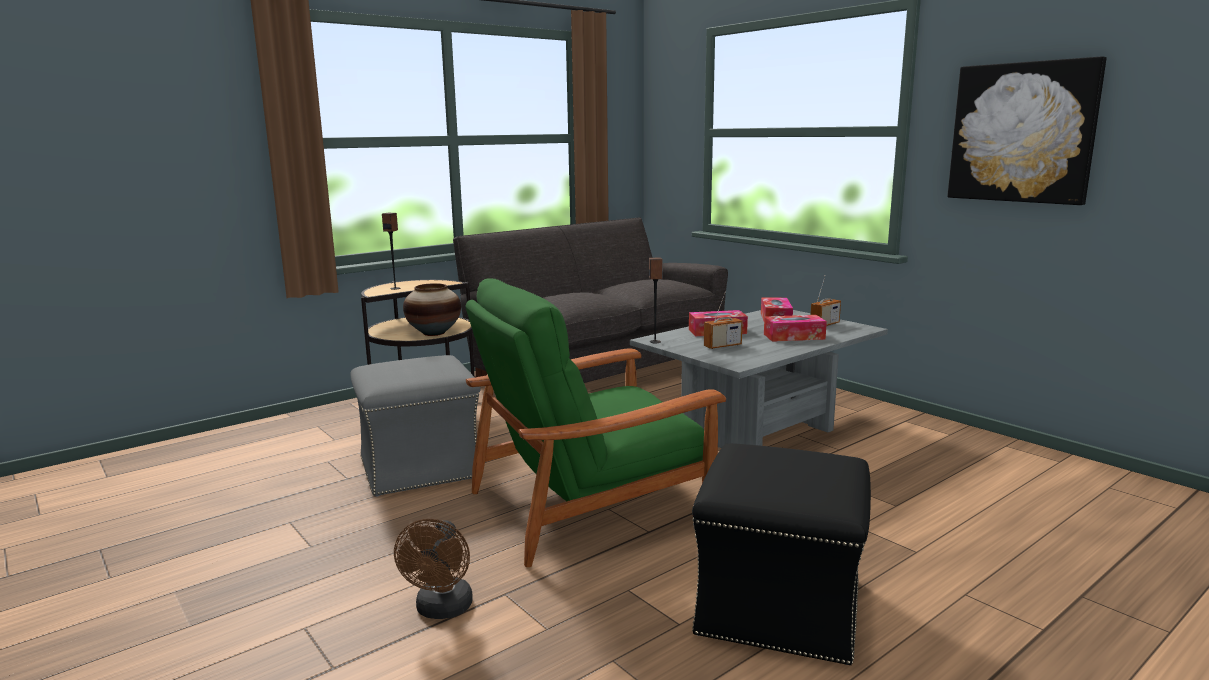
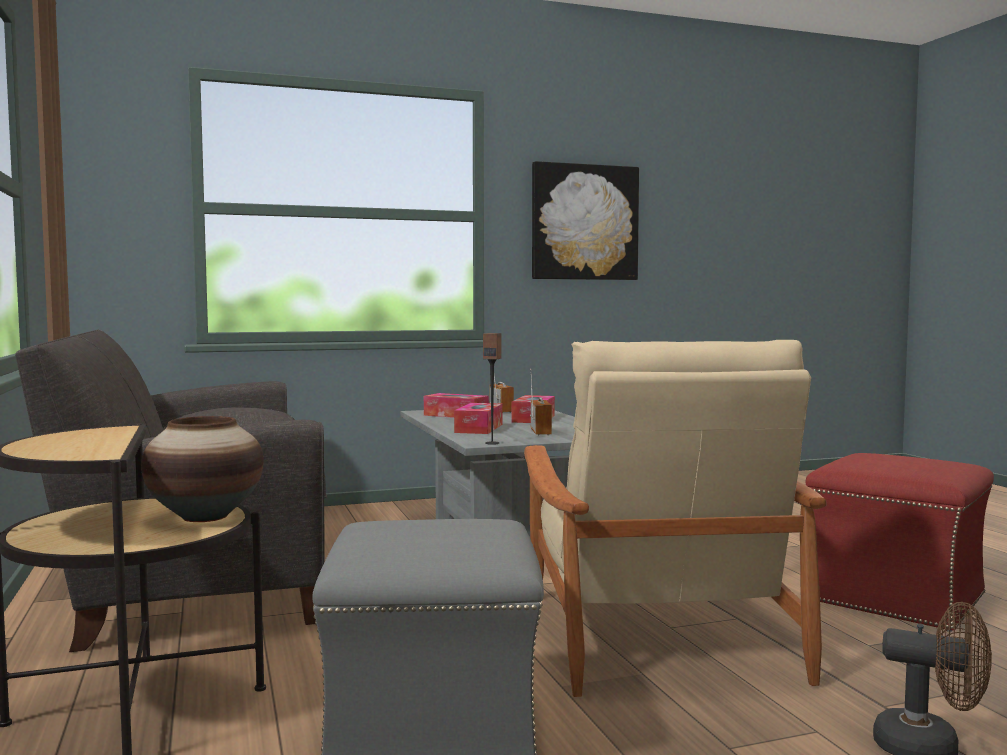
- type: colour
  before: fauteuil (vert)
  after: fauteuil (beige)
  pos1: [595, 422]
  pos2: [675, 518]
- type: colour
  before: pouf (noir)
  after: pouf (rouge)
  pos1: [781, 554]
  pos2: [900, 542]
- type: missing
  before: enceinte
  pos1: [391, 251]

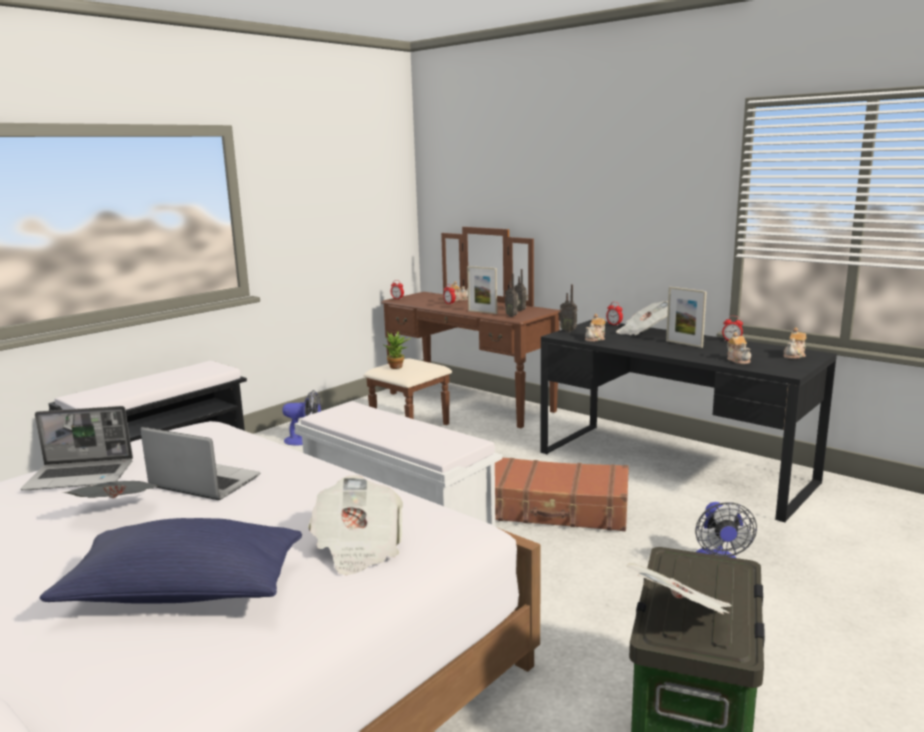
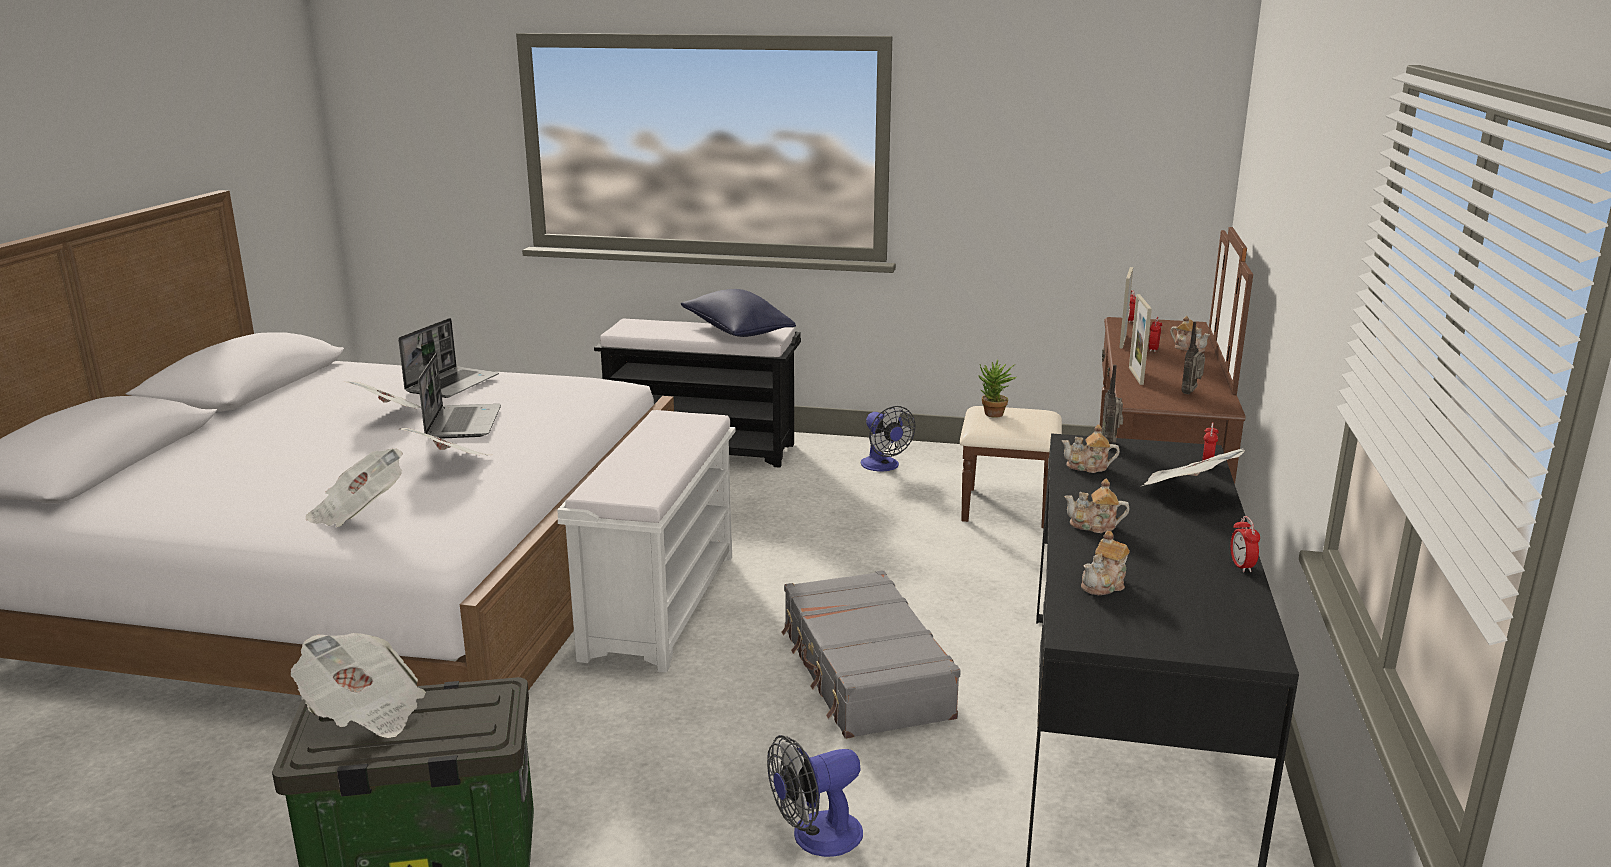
- type: spun
  before: ordinateur portable
  pos1: [77, 448]
  pos2: [448, 358]
  turn: -120
- type: appeared
  after: journal
  pos2: [446, 442]
- type: relocated
  before: coussin (bleu)
  pos1: [171, 560]
  pos2: [738, 313]
- type: colour
  before: valise (marron)
  after: valise (gris)
  pos1: [562, 494]
  pos2: [871, 654]
- type: relocated
  before: théière
  pos1: [794, 343]
  pos2: [1097, 506]
- type: relocated
  before: cadre photo
  pos1: [686, 317]
  pos2: [1126, 308]
- type: missing
  before: radio
  pos1: [511, 295]

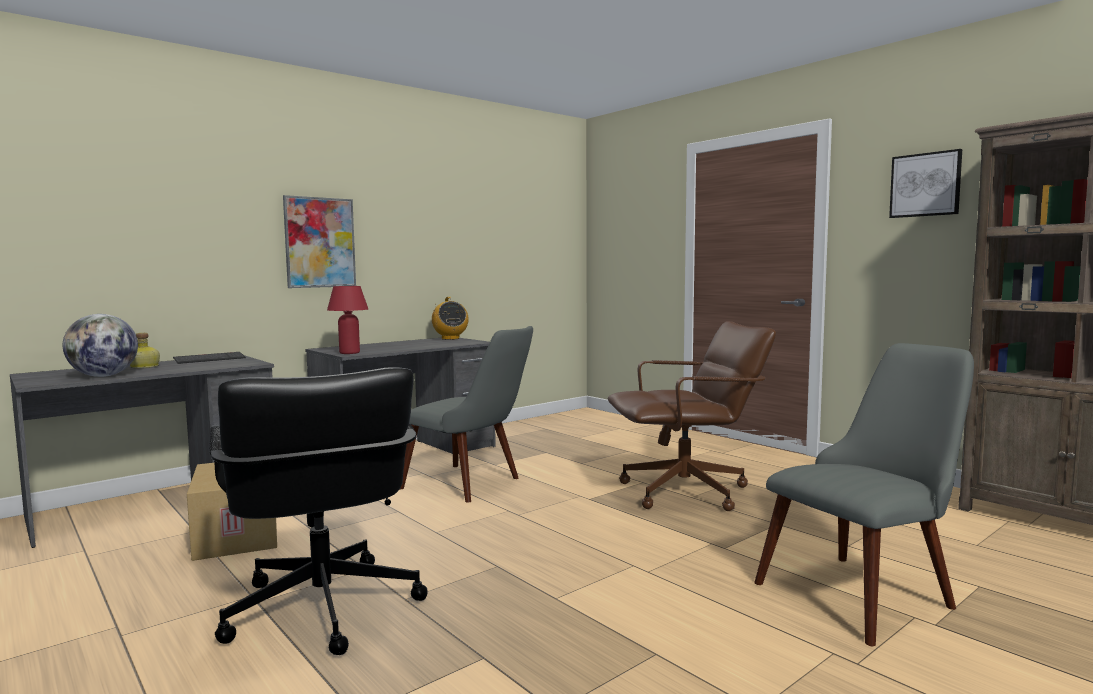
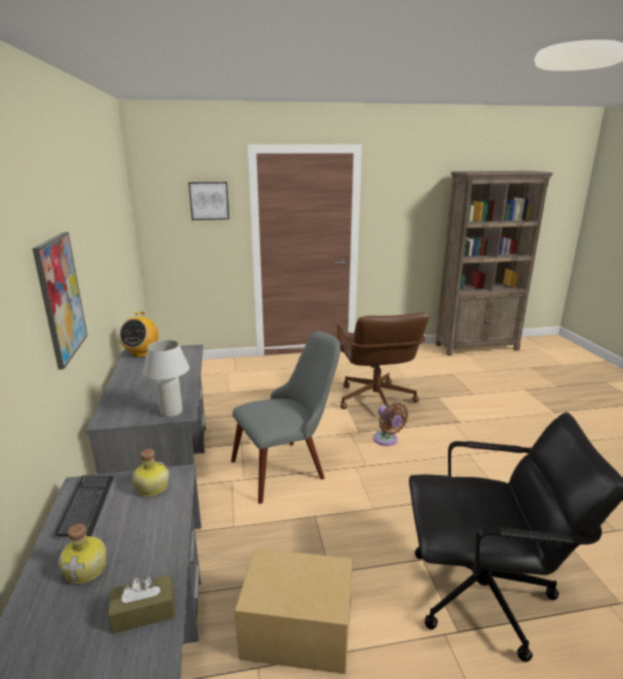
- type: exchanged
  before: globe
  after: boîte à mouchoirs (marron)
  pos1: [100, 345]
  pos2: [141, 604]
- type: spun
  before: radio
  pos1: [450, 318]
  pos2: [139, 334]
  turn: 90
- type: appeared
  after: bouteille
  pos2: [150, 473]
- type: colour
  before: lampe de table (rouge)
  after: lampe de table (blanc)
  pos1: [347, 320]
  pos2: [166, 378]
- type: relocated
  before: tableau
  pos1: [925, 183]
  pos2: [209, 201]
- type: spun
  before: chaise de bureau (marron)
  pos1: [692, 416]
  pos2: [383, 361]
  turn: 150
- type: appeared
  after: ventilateur (marron)
  pos2: [390, 424]
- type: missing
  before: chaise (gris)
  pos1: [864, 494]

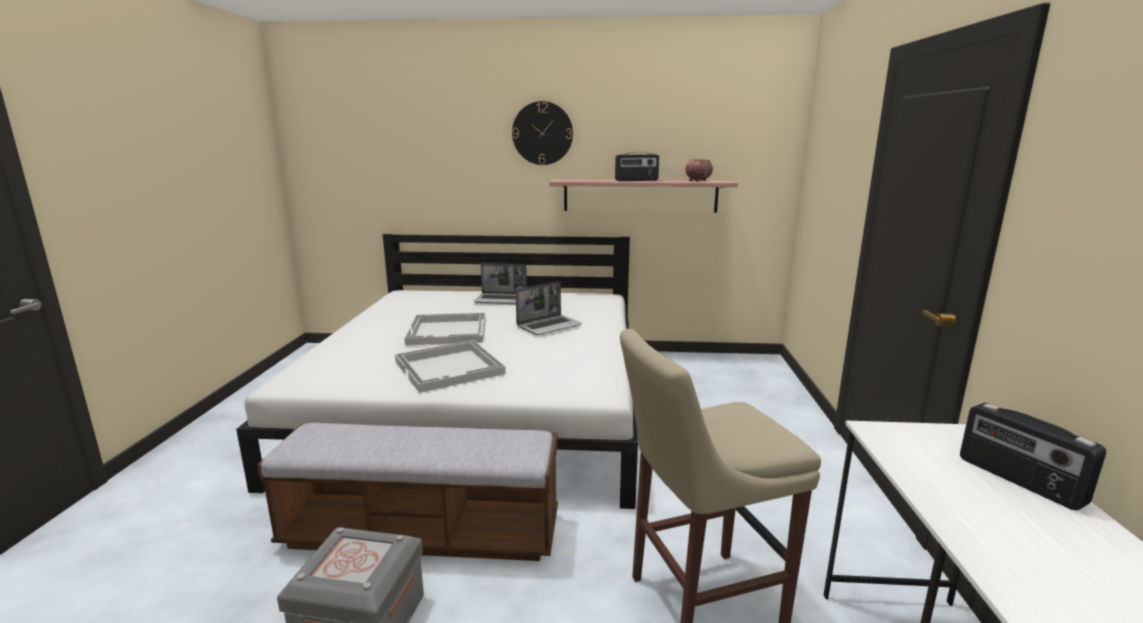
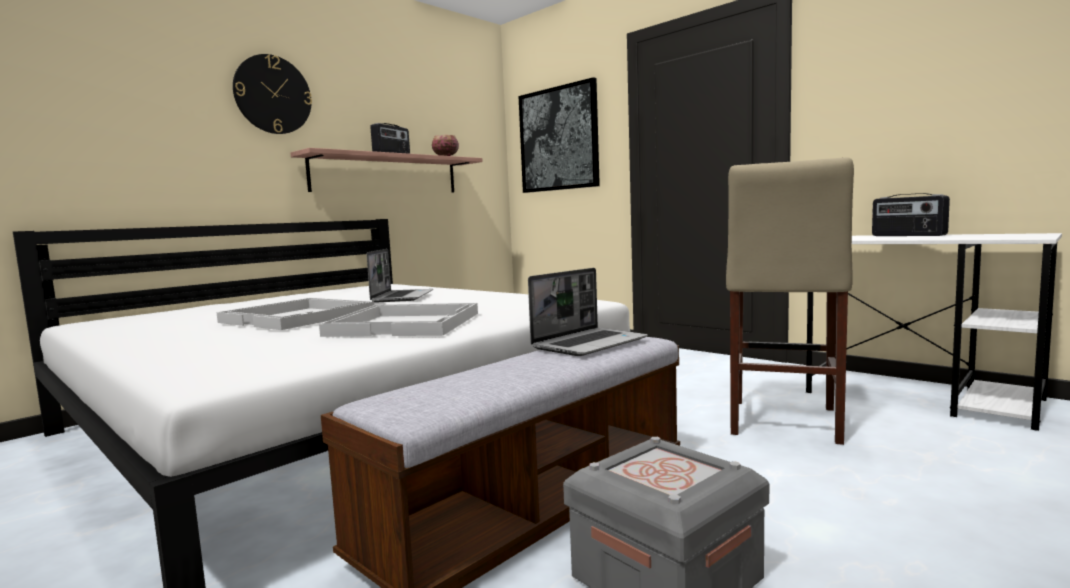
- type: appeared
  after: tableau
  pos2: [559, 135]
- type: relocated
  before: ordinateur portable
  pos1: [500, 283]
  pos2: [588, 312]
- type: spun
  before: radio
  pos1: [1033, 457]
  pos2: [911, 214]
  turn: 45

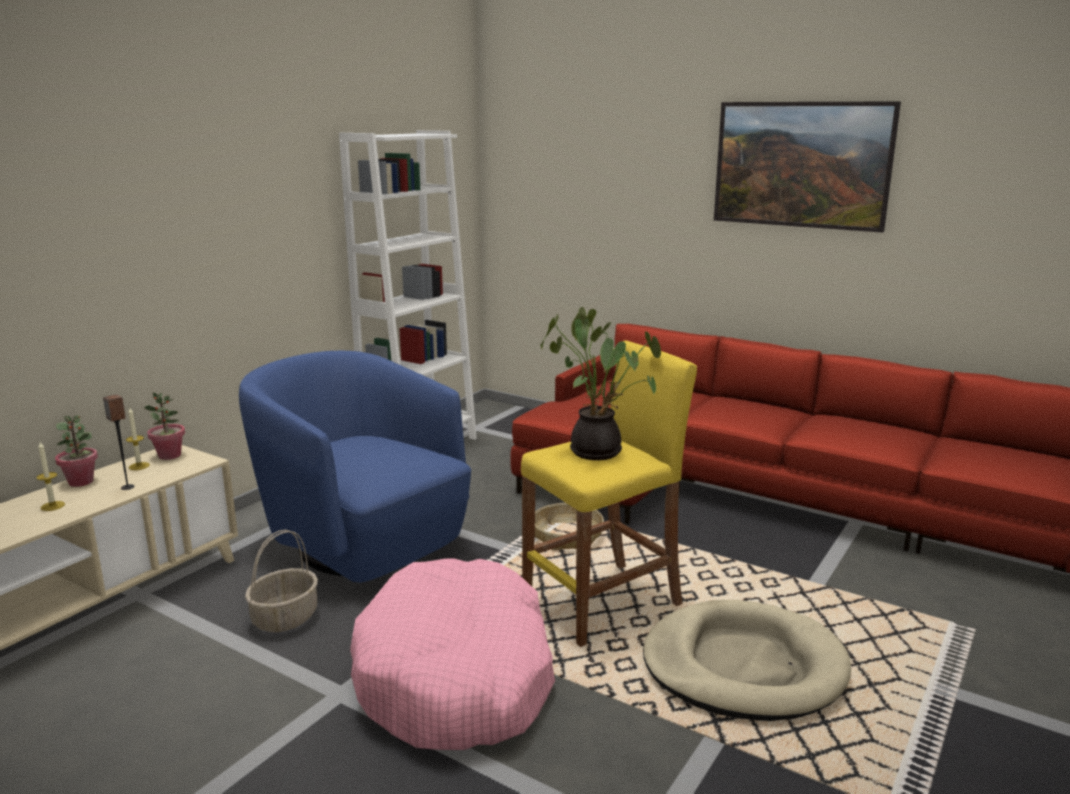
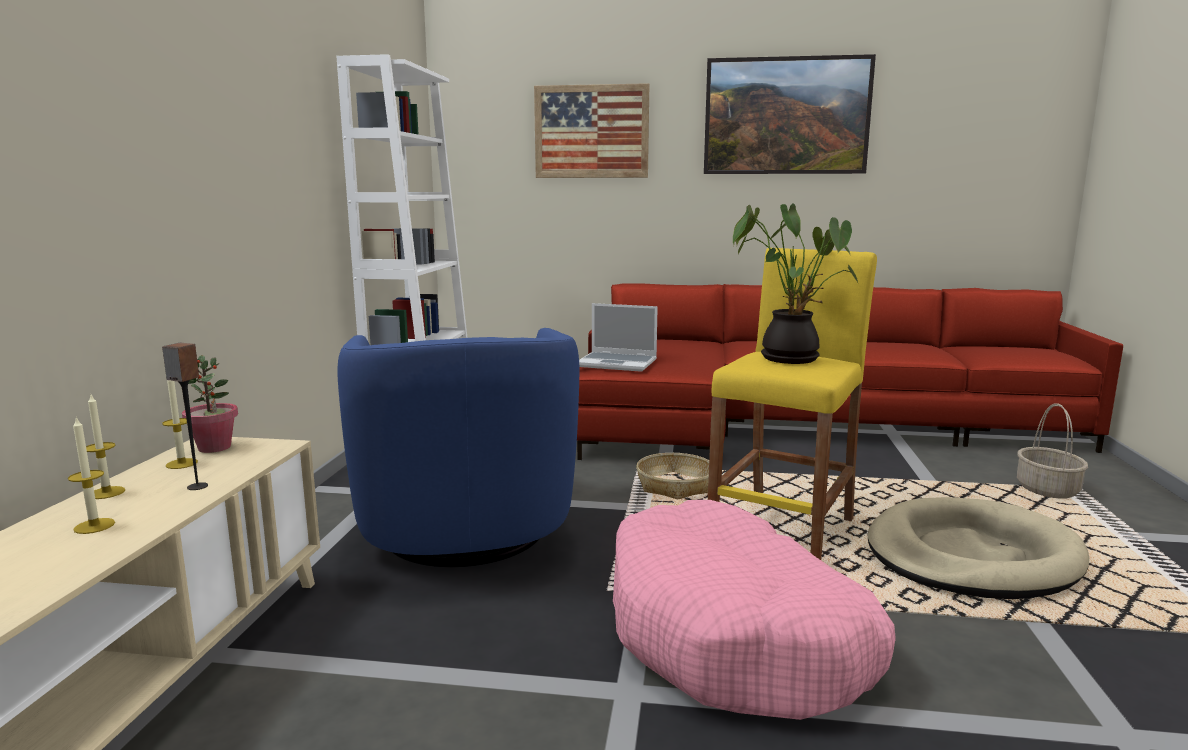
- type: exchanged
  before: plante en pot
  after: bougie
  pos1: [76, 451]
  pos2: [105, 447]
- type: spun
  before: fauteuil (bleu)
  pos1: [355, 467]
  pos2: [458, 447]
  turn: -120
- type: appeared
  after: tableau
  pos2: [591, 130]
- type: appeared
  after: ordinateur portable
  pos2: [618, 337]
- type: relocated
  before: panier
  pos1: [281, 581]
  pos2: [1052, 451]

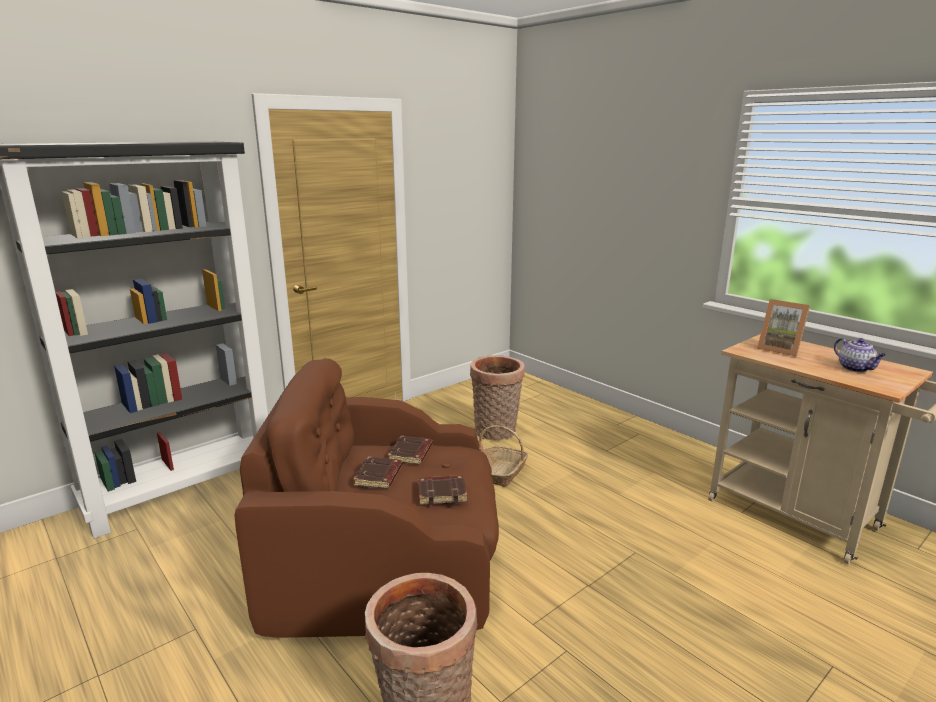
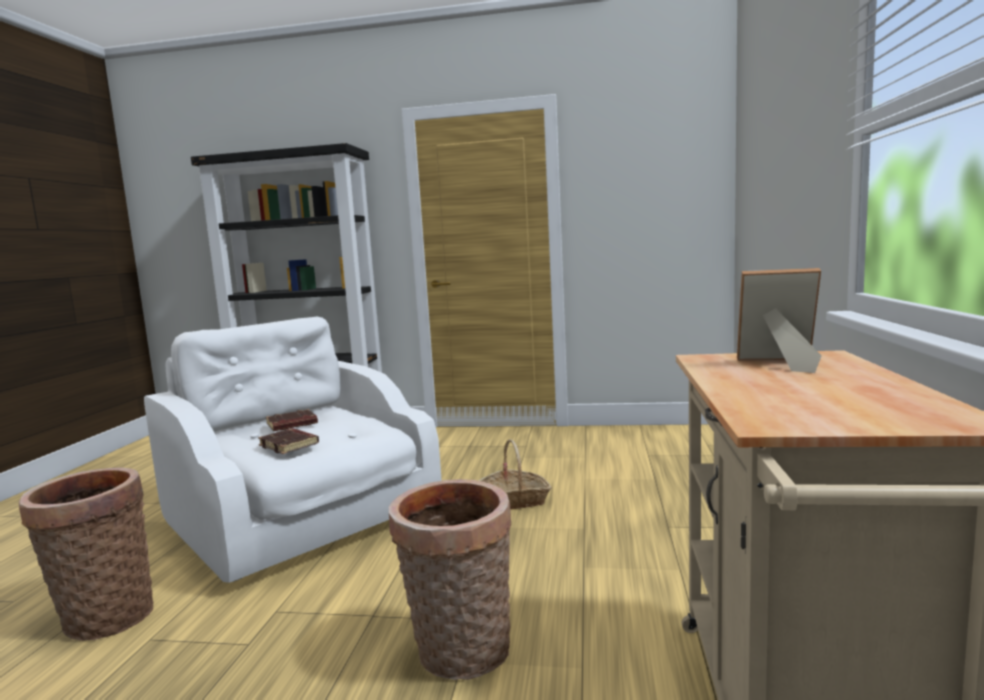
- type: colour
  before: fauteuil (marron)
  after: fauteuil (blanc)
  pos1: [366, 498]
  pos2: [293, 450]
- type: relocated
  before: panier
  pos1: [497, 397]
  pos2: [450, 579]
- type: spun
  before: cadre photo
  pos1: [783, 328]
  pos2: [779, 320]
  turn: 105
- type: missing
  before: livre (marron)
  pos1: [410, 450]
- type: missing
  before: théière
  pos1: [860, 355]

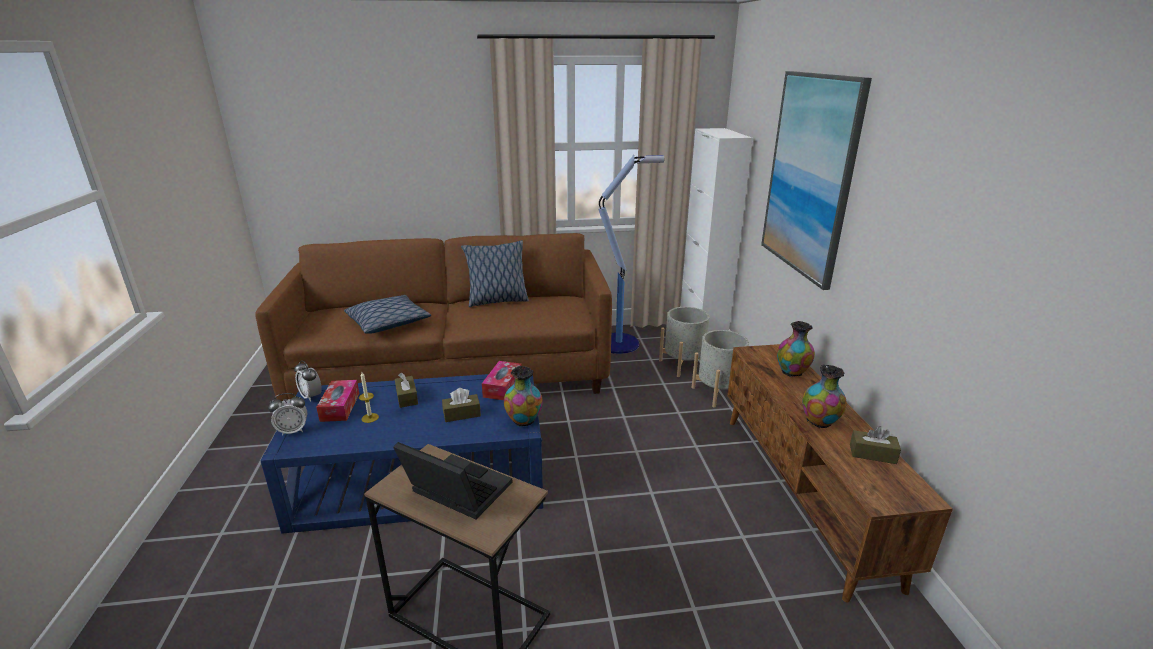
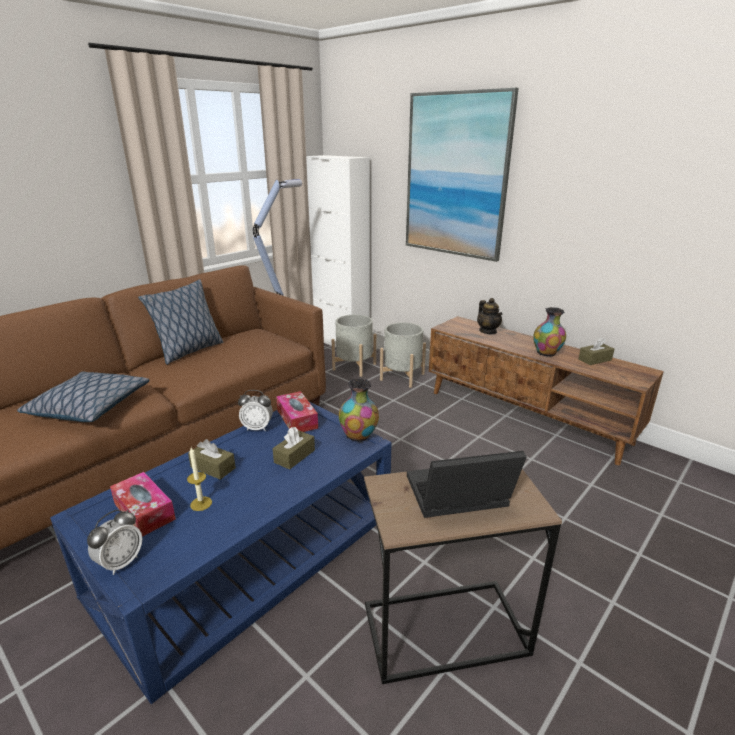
- type: relocated
  before: réveil
  pos1: [308, 381]
  pos2: [255, 410]
- type: exchanged
  before: vase
  after: théière
  pos1: [796, 349]
  pos2: [489, 316]

